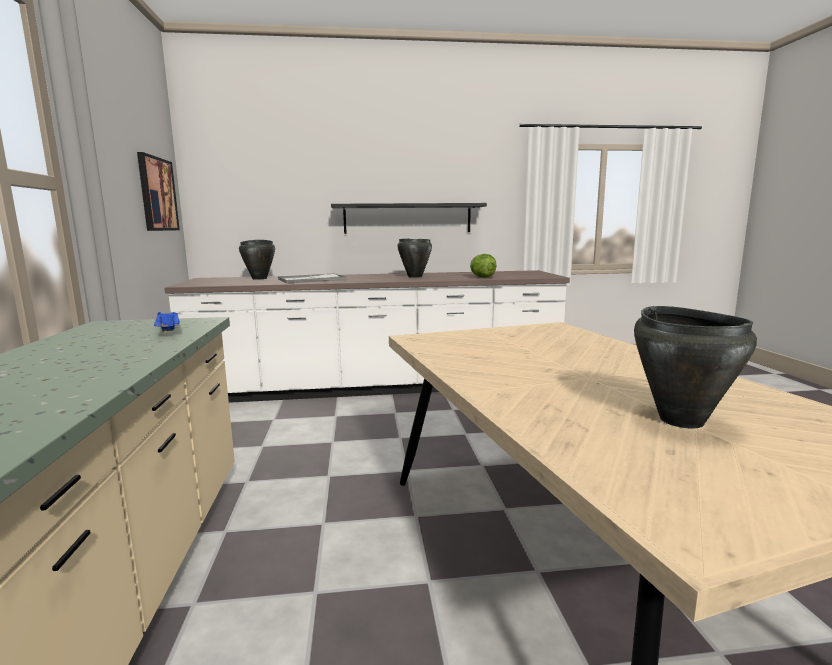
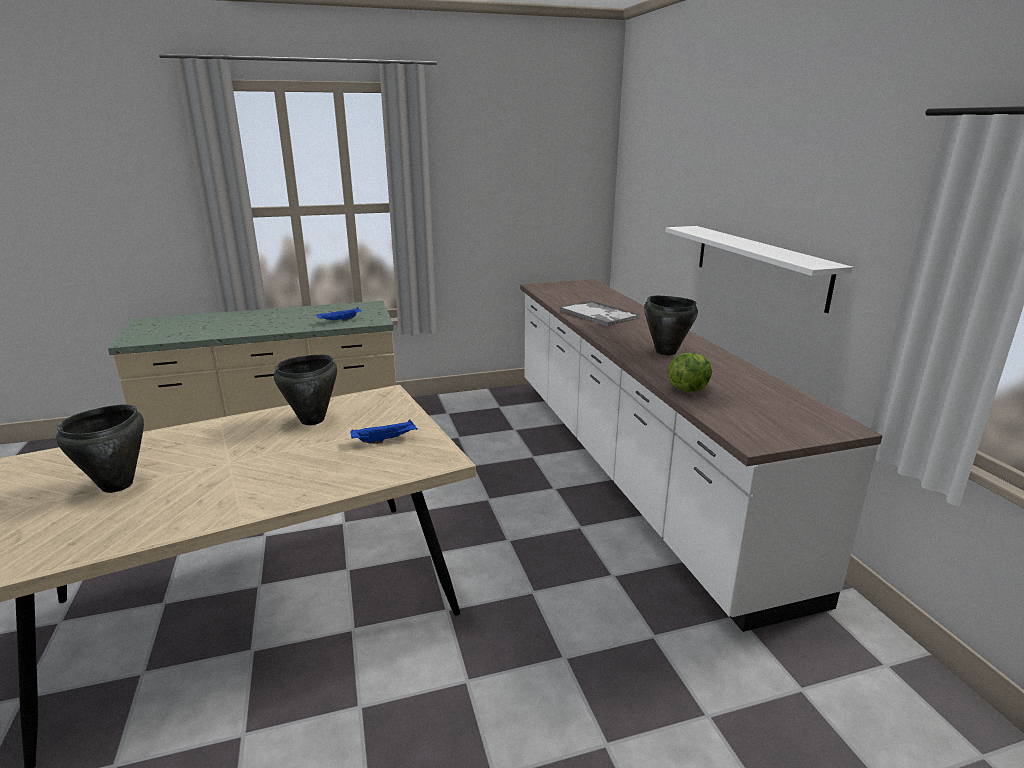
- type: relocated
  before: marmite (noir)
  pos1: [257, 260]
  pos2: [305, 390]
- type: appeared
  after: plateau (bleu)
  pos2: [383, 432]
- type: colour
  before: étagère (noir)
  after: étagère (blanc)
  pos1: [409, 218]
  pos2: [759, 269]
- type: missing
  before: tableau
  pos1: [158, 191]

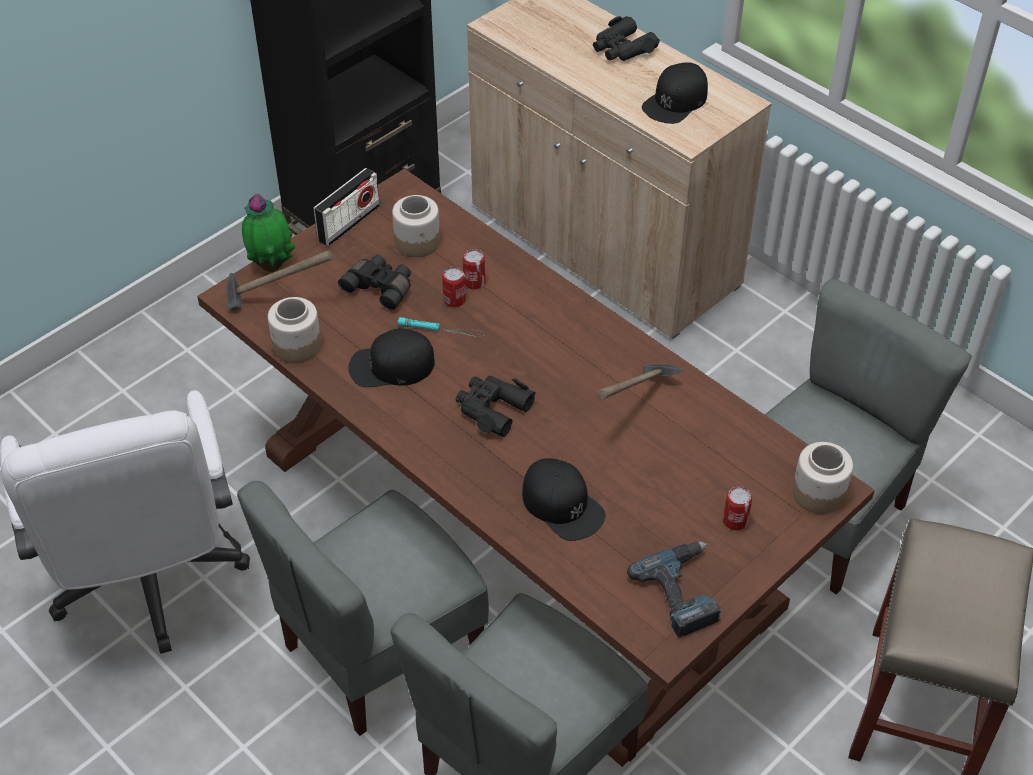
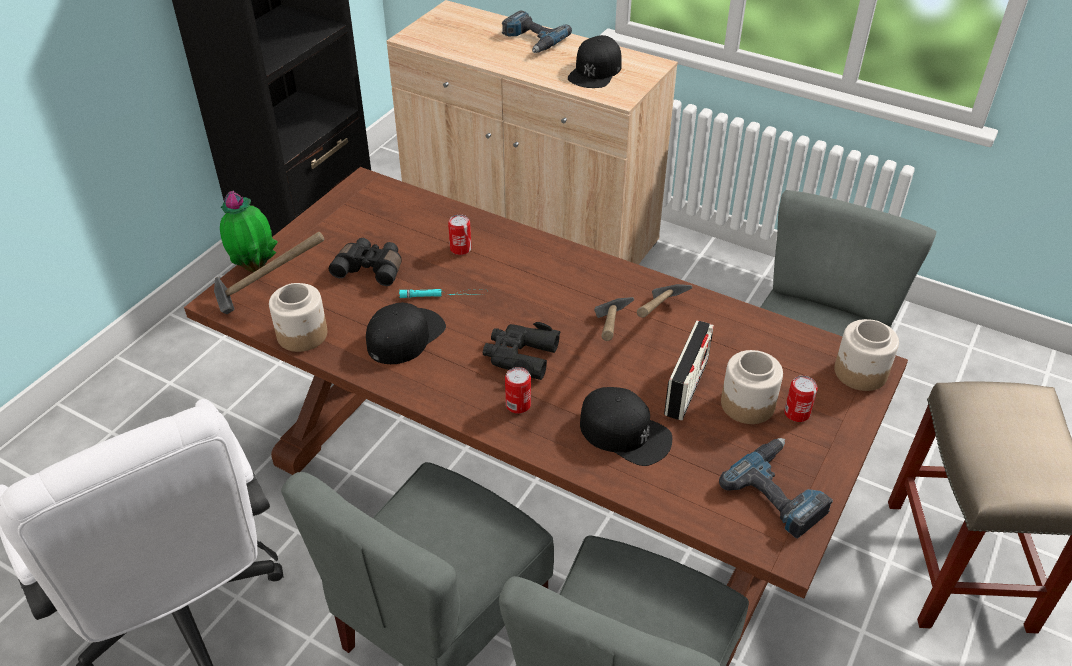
- type: spun
  before: casquette (noir)
  pos1: [391, 357]
  pos2: [406, 333]
  turn: 150
- type: exchanged
  before: jumelles (noir)
  after: perceuse
  pos1: [626, 38]
  pos2: [537, 32]
- type: relocated
  before: boîte métallique
  pos1: [454, 287]
  pos2: [518, 390]
- type: appeared
  after: marteau
  pos2: [614, 319]
- type: relocated
  before: radio
  pos1: [347, 207]
  pos2: [689, 370]
- type: relocated
  before: bocal
  pos1: [416, 226]
  pos2: [752, 387]

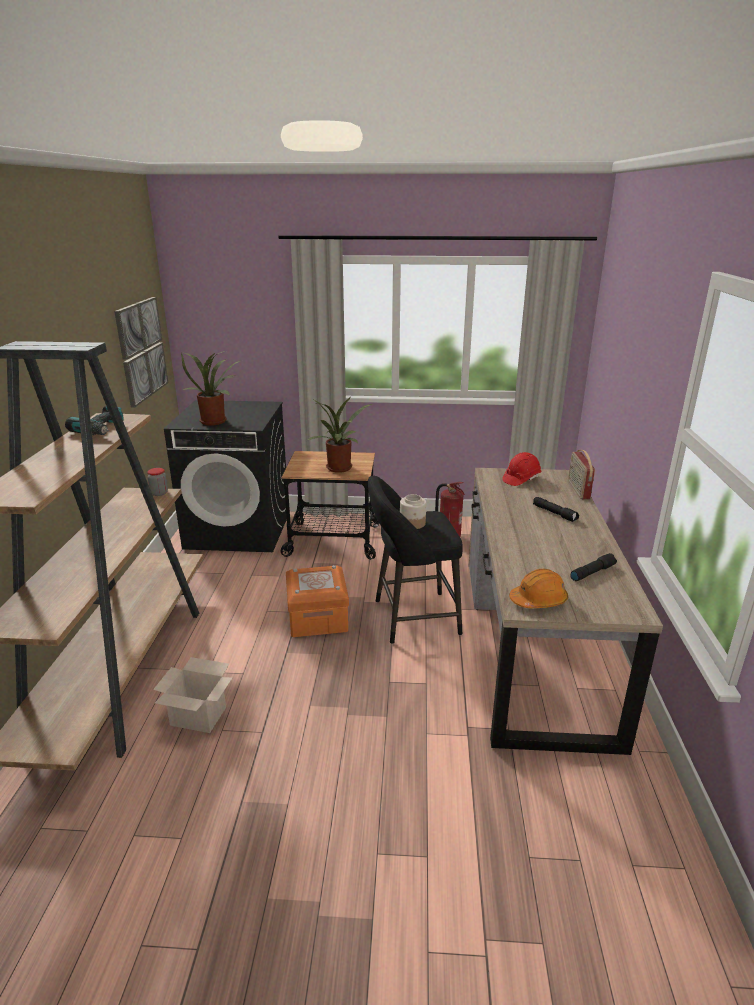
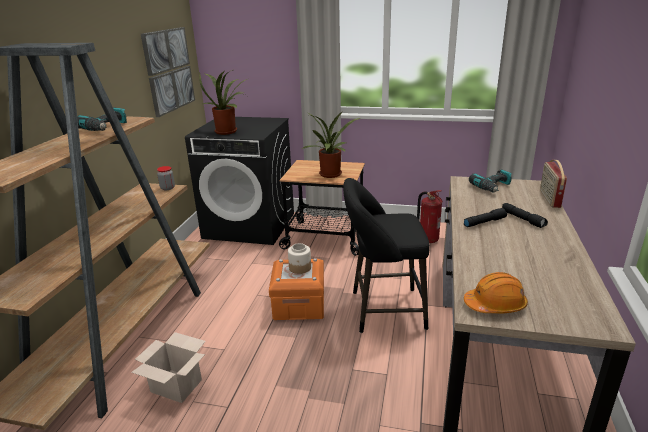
- type: relocated
  before: bocal
  pos1: [413, 511]
  pos2: [299, 258]
- type: relocated
  before: lampe de poche (noir)
  pos1: [593, 567]
  pos2: [485, 217]
- type: exchanged
  before: casque de chantier (rouge)
  after: perceuse
  pos1: [521, 469]
  pos2: [490, 181]

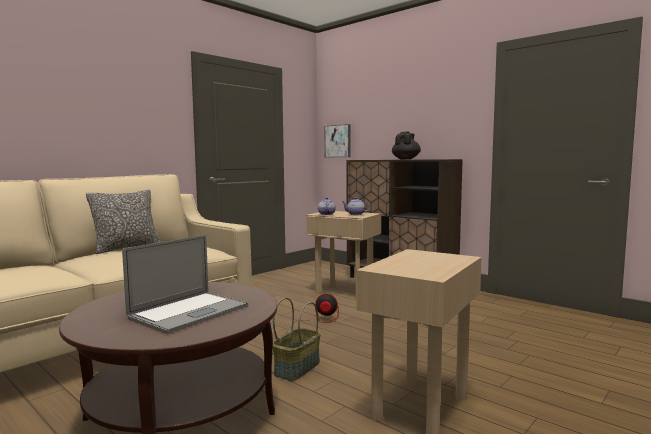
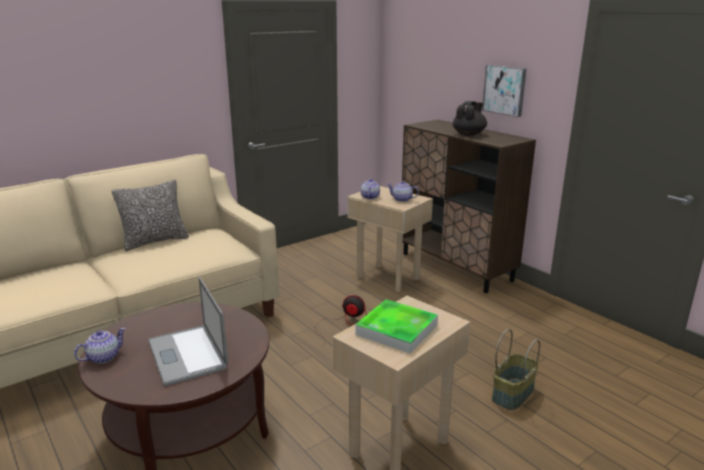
- type: appeared
  after: théière
  pos2: [100, 345]
- type: spun
  before: ordinateur portable
  pos1: [185, 284]
  pos2: [188, 331]
  turn: 105
- type: appeared
  after: plateau
  pos2: [396, 326]
- type: relocated
  before: tableau
  pos1: [337, 140]
  pos2: [504, 91]
- type: relocated
  before: panier
  pos1: [297, 339]
  pos2: [516, 369]

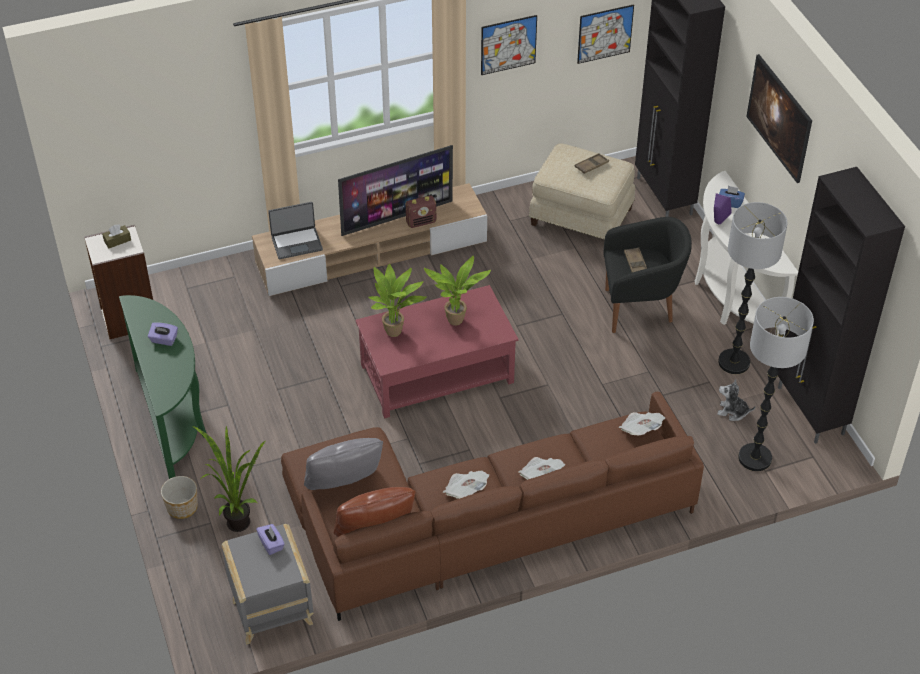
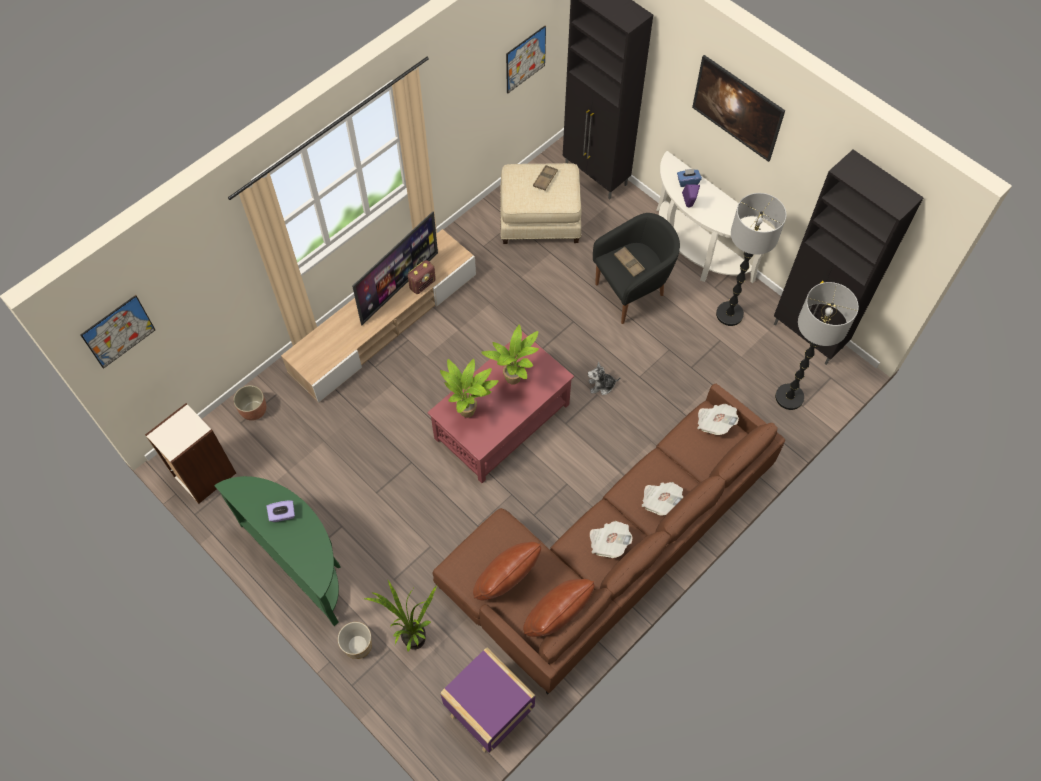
- type: relocated
  before: tableau
  pos1: [509, 45]
  pos2: [118, 332]
- type: appeared
  after: cache-pot
  pos2: [250, 403]
- type: colour
  before: table d'appoint (gris)
  after: table d'appoint (violet)
  pos1: [267, 584]
  pos2: [488, 700]
- type: colour
  before: coussin (gris)
  after: coussin (marron)
  pos1: [343, 464]
  pos2: [507, 571]
- type: relocated
  before: peluche
  pos1: [736, 400]
  pos2: [604, 378]
- type: missing
  before: boîte à mouchoirs (marron)
  pos1: [116, 236]
- type: missing
  before: boîte à mouchoirs (violet)
  pos1: [270, 539]
- type: missing
  before: ordinateur portable
  pos1: [295, 230]

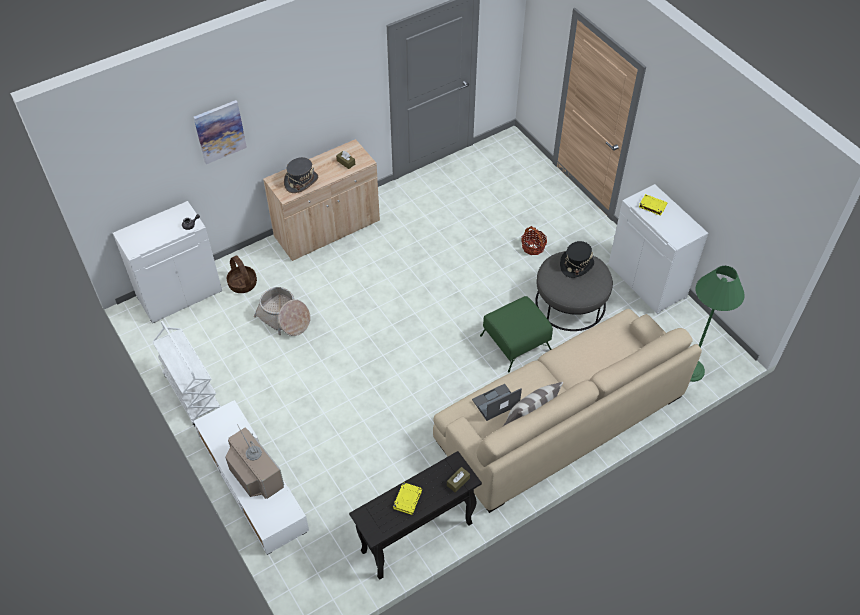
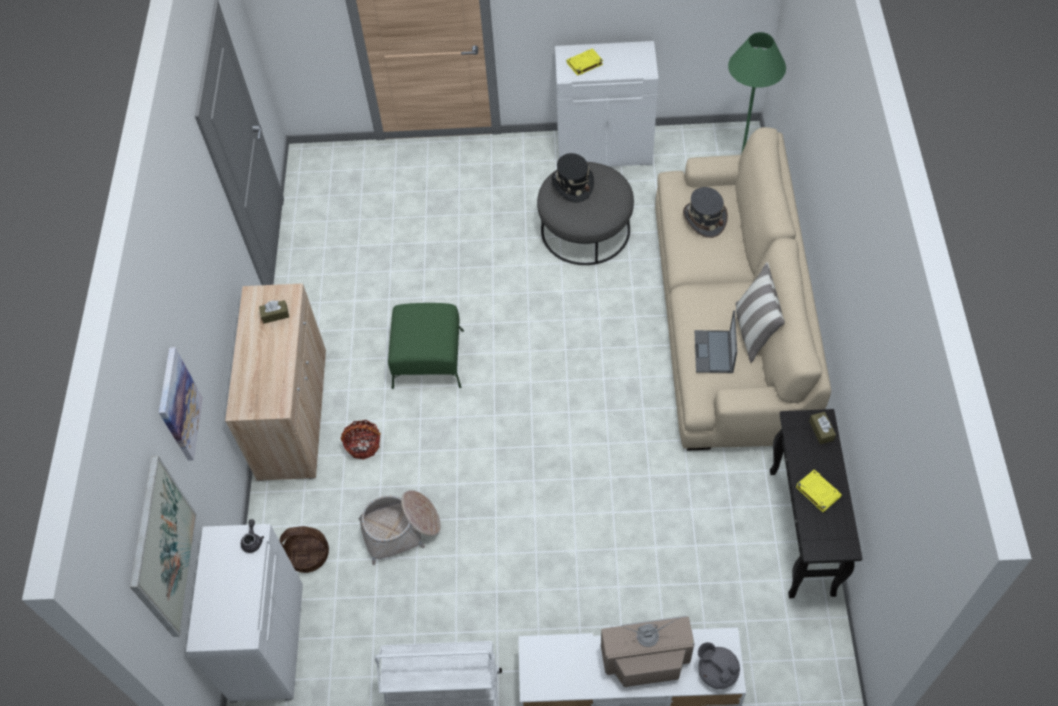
- type: appeared
  after: tableau
  pos2: [163, 546]
- type: relocated
  before: panier
  pos1: [534, 240]
  pos2: [360, 440]
- type: relocated
  before: pouf (vert)
  pos1: [516, 334]
  pos2: [426, 346]
- type: relocated
  before: chapeau (gris)
  pos1: [301, 175]
  pos2: [705, 212]
- type: appeared
  after: théière (gris)
  pos2: [719, 665]

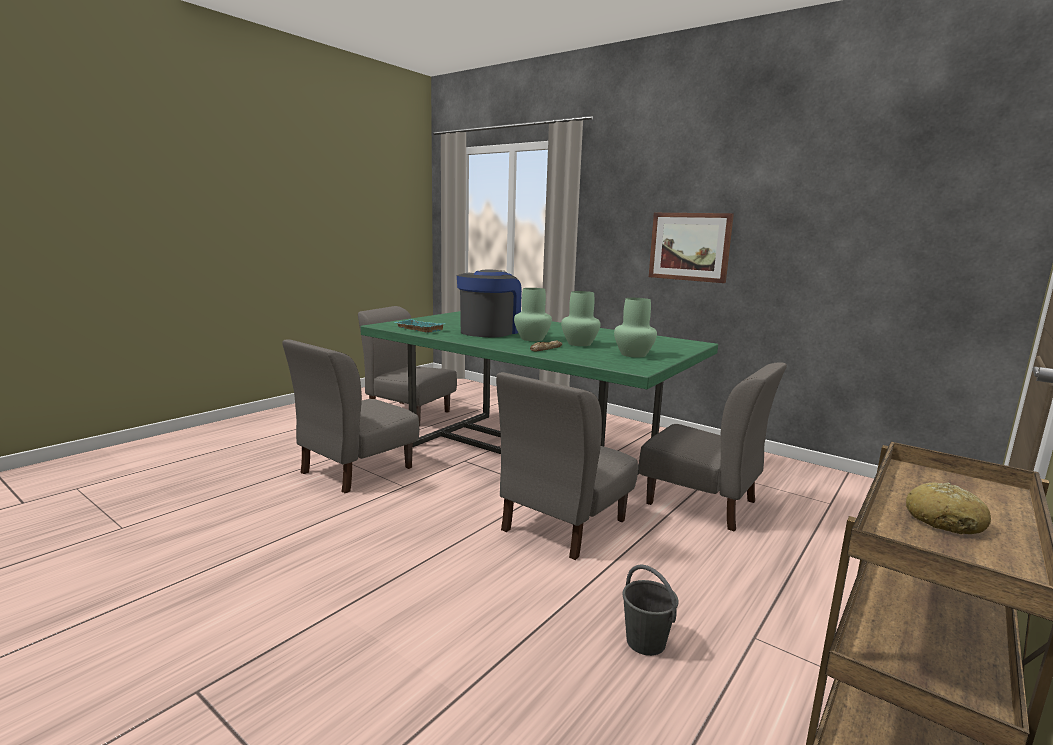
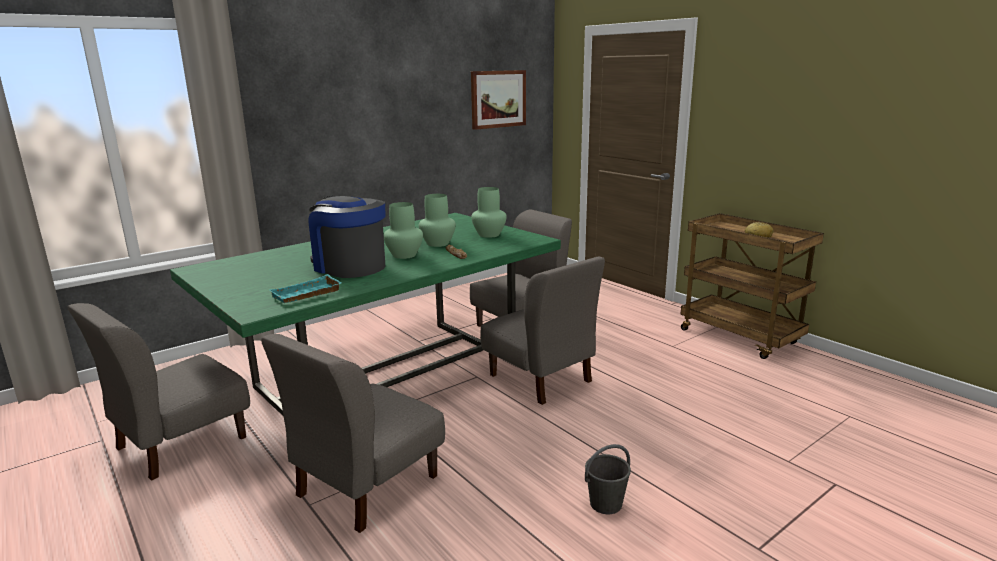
- type: spun
  before: chaise (gris)
  pos1: [350, 416]
  pos2: [353, 433]
  turn: 75
- type: relocated
  before: tableau
  pos1: [691, 248]
  pos2: [498, 100]
- type: relocated
  before: seau (gris)
  pos1: [650, 610]
  pos2: [608, 479]

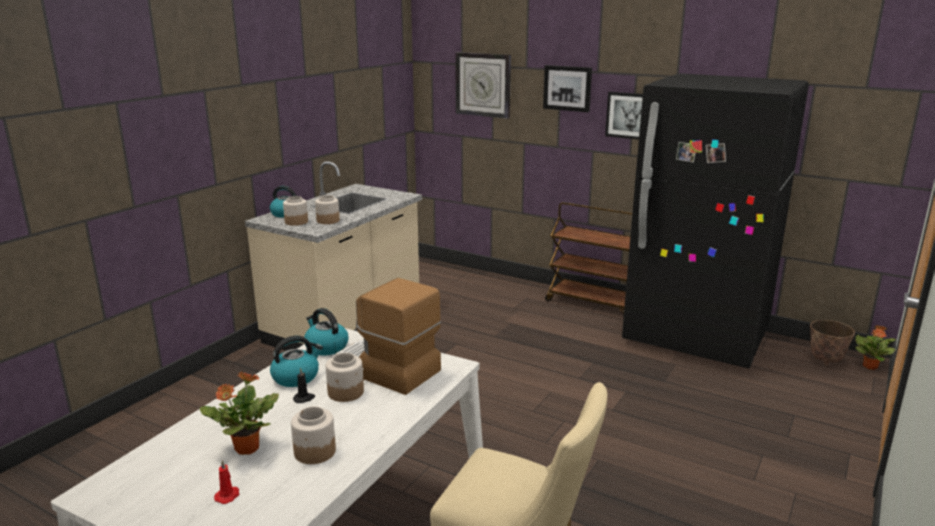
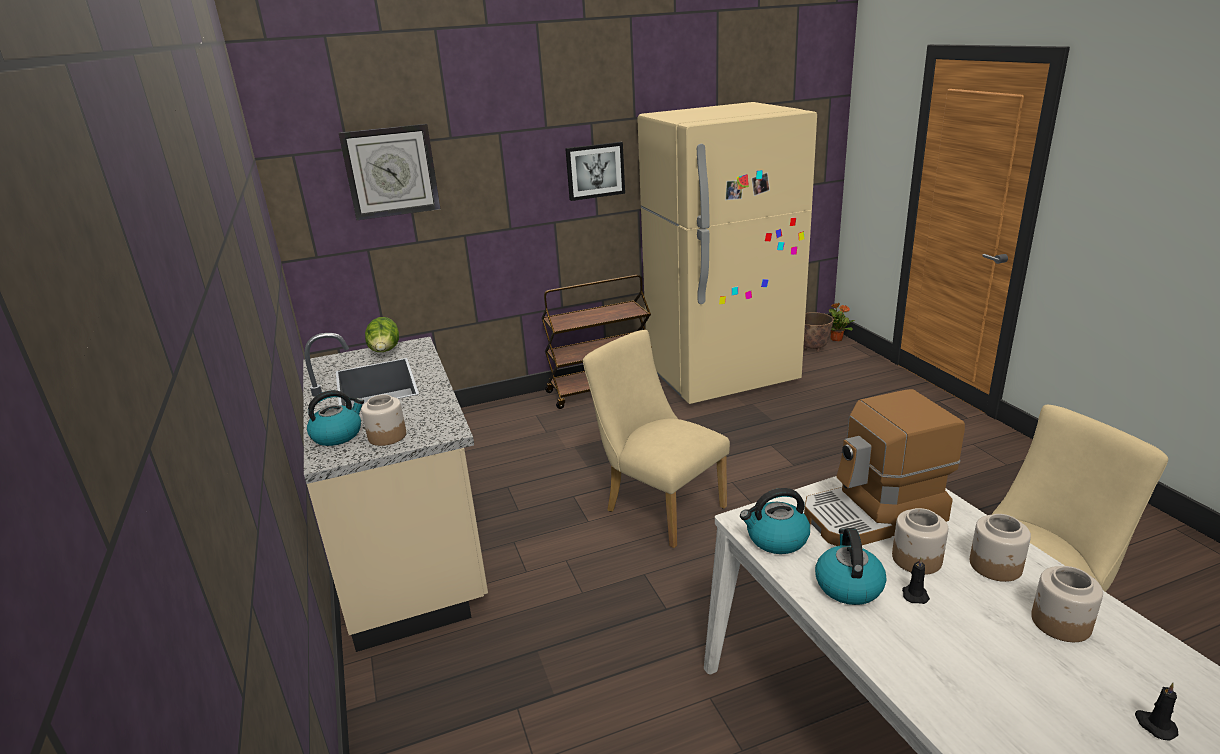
- type: appeared
  after: laitue
  pos2: [382, 334]
- type: appeared
  after: chaise (beige)
  pos2: [656, 439]
- type: colour
  before: réfrigérateur (noir)
  after: réfrigérateur (beige)
  pos1: [715, 221]
  pos2: [727, 253]
- type: relocated
  before: bocal
  pos1: [327, 209]
  pos2: [1000, 548]
- type: colour
  before: bougie (rouge)
  after: bougie (noir)
  pos1: [227, 482]
  pos2: [1157, 712]
- type: missing
  before: plante en pot
  pos1: [239, 413]
- type: missing
  before: tableau
  pos1: [567, 88]

